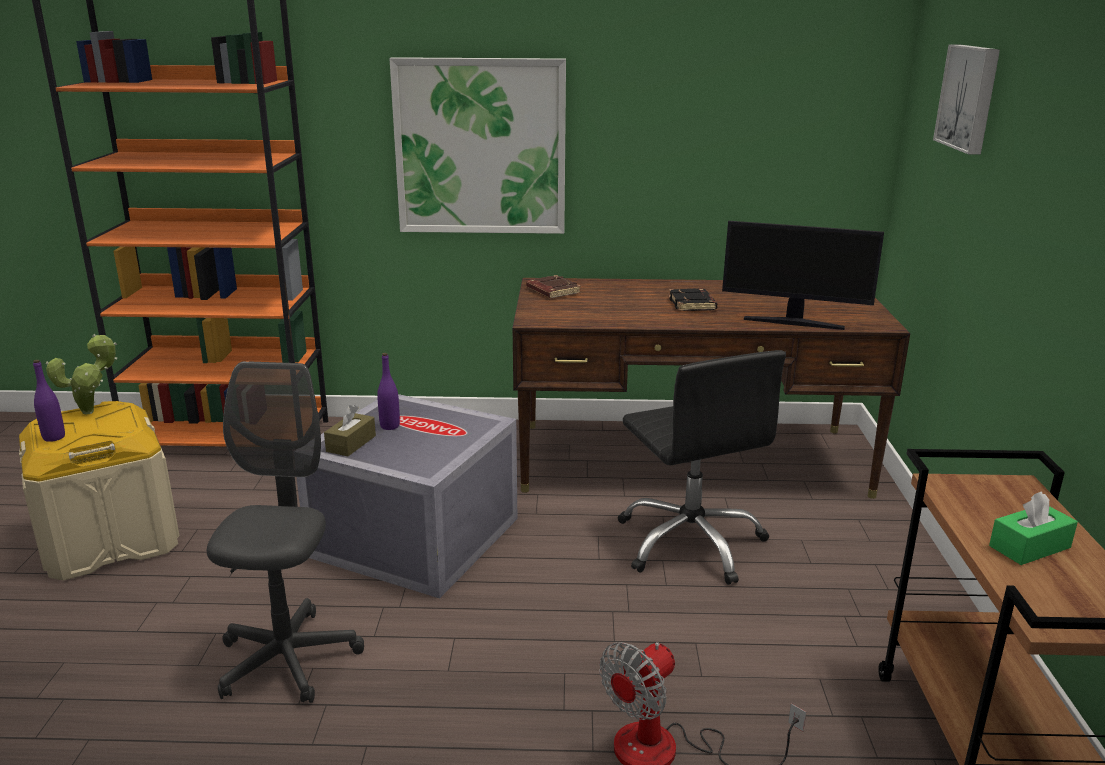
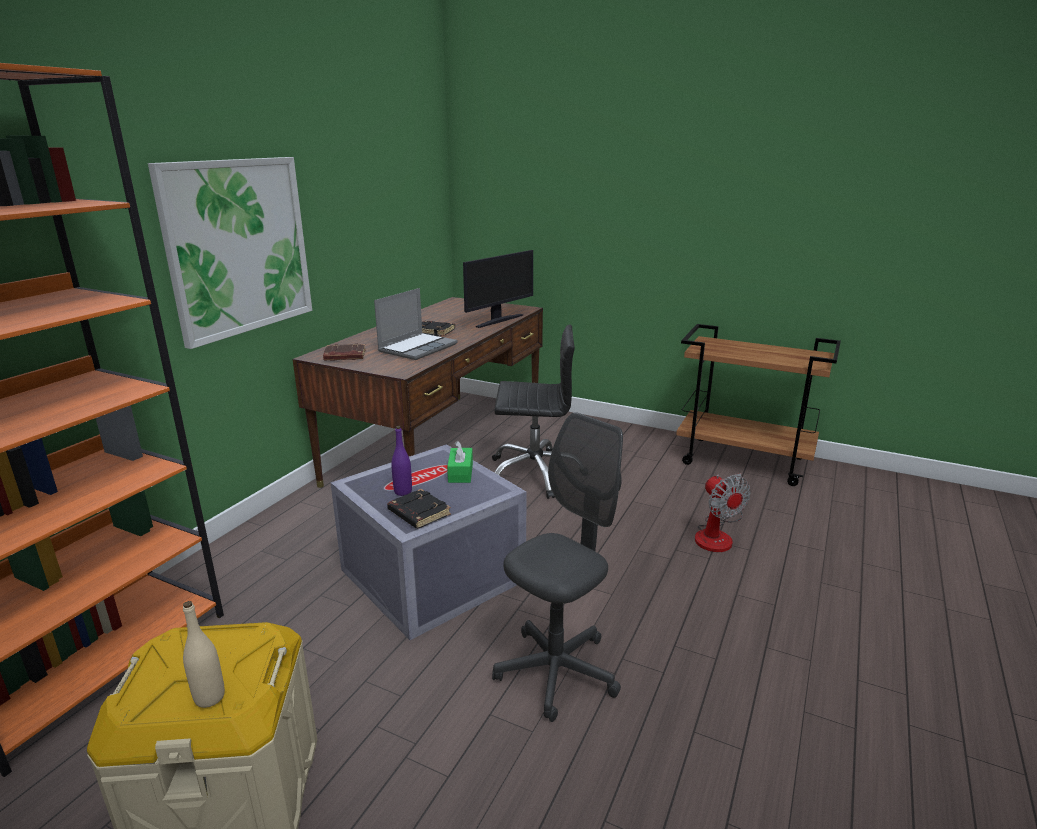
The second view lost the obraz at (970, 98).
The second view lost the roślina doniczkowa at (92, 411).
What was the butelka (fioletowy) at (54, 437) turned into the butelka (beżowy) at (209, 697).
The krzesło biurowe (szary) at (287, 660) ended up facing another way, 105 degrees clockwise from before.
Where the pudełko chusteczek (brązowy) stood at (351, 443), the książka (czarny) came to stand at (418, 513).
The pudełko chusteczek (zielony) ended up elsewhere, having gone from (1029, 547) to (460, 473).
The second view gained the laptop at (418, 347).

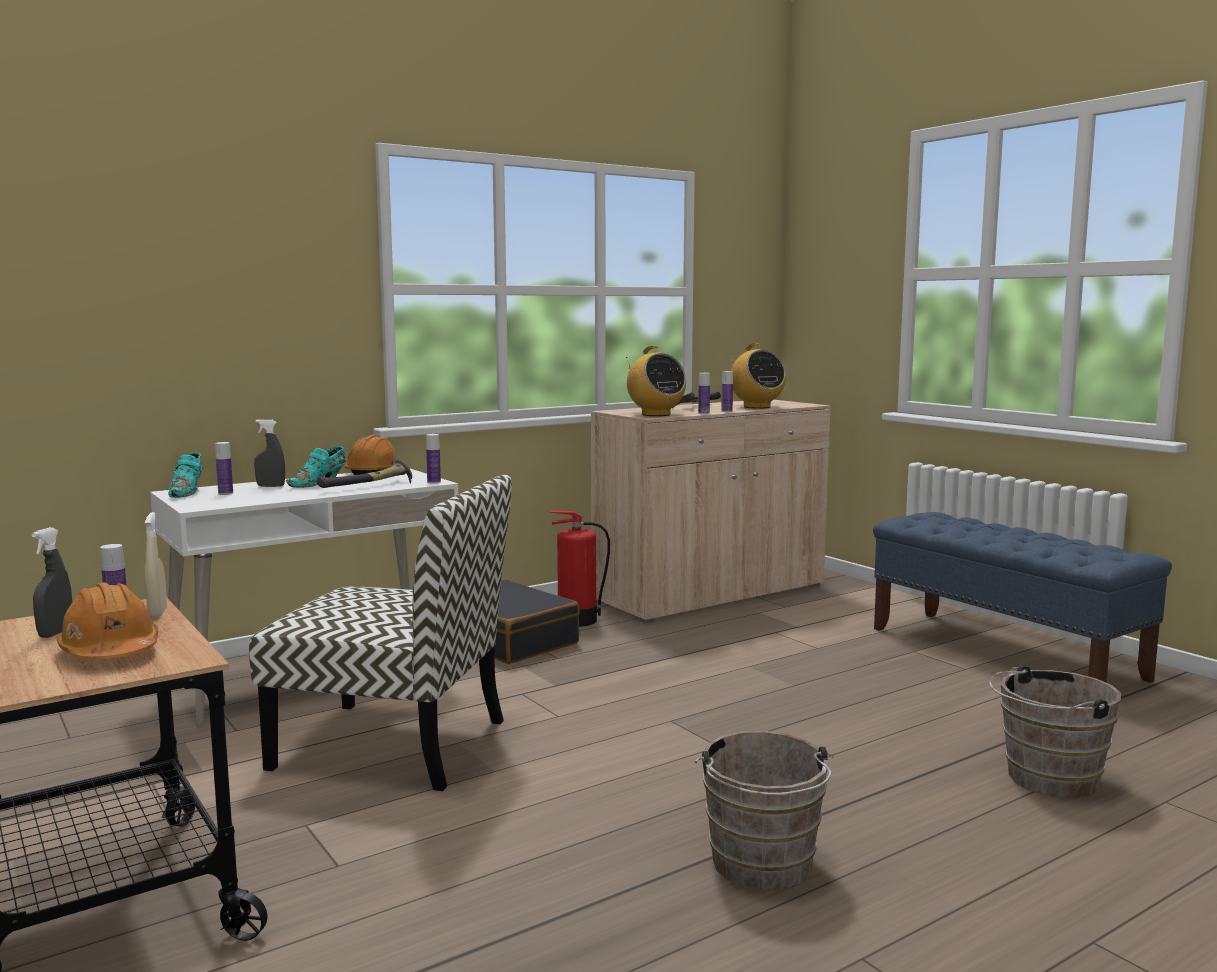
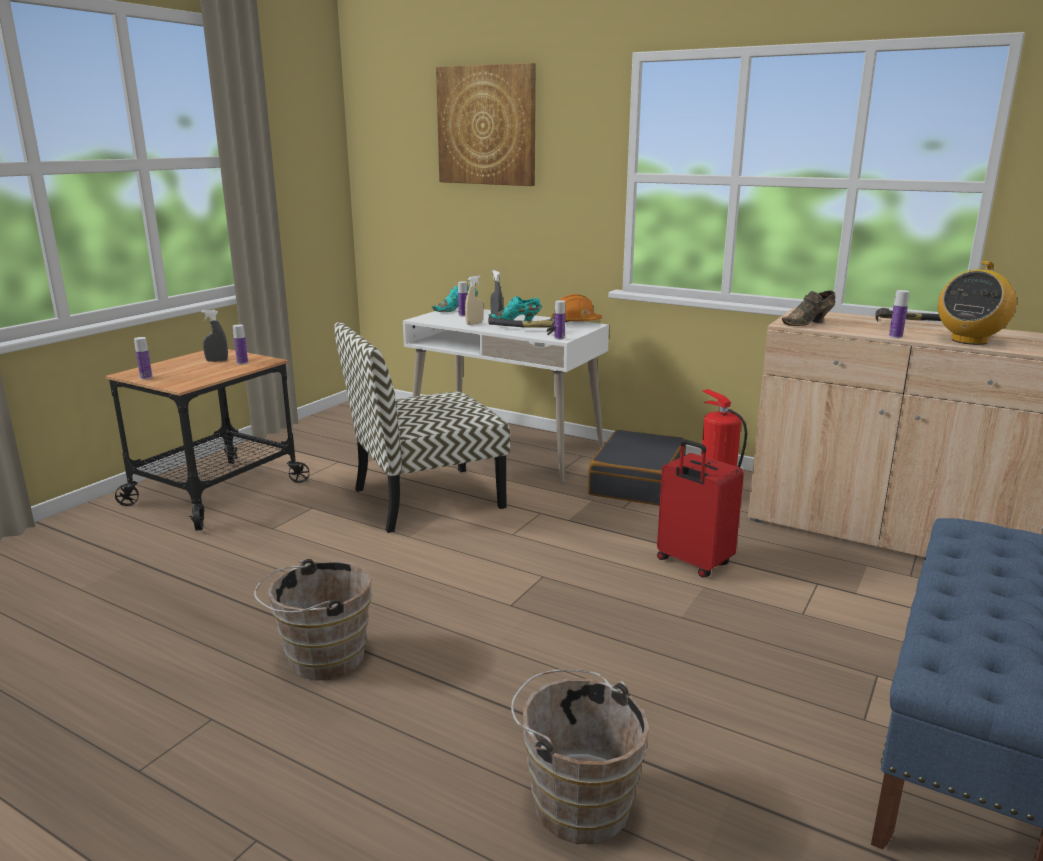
Where the radio stood at (655, 414), the but (brązowy) came to stand at (808, 323).
The butelka ended up elsewhere, having gone from (703, 413) to (146, 378).
The krzesło at (395, 744) ended up facing another way, 75 degrees clockwise from before.
The spryskiwacz (beżowy) ended up elsewhere, having gone from (157, 613) to (474, 323).
The second view lost the kask (pomarańczowy) at (110, 651).
The second view gained the obraz at (487, 125).
The second view gained the walizka (czerwony) at (692, 563).

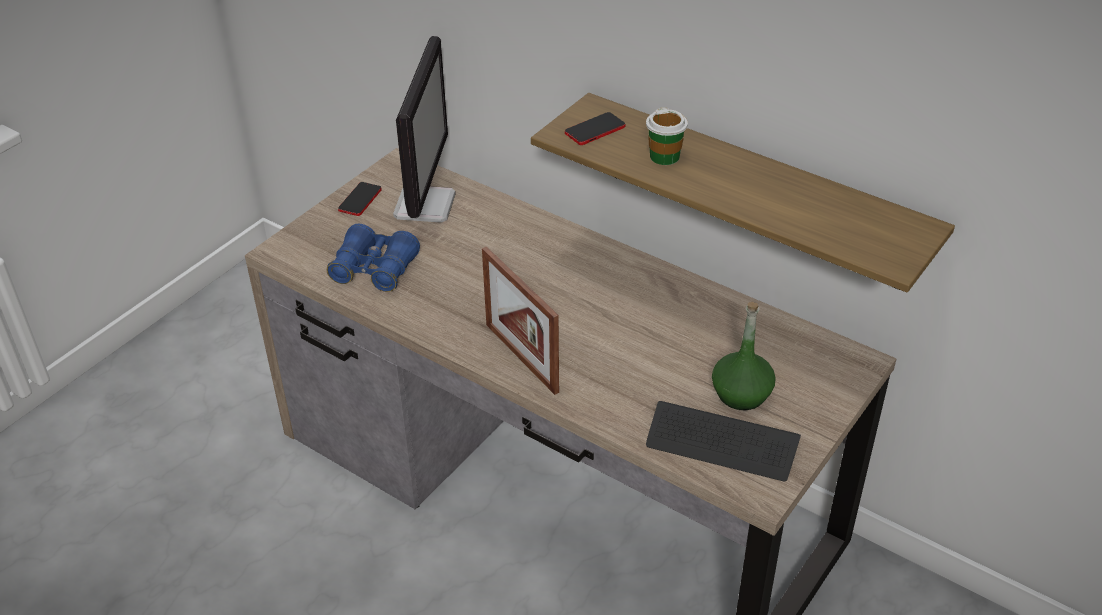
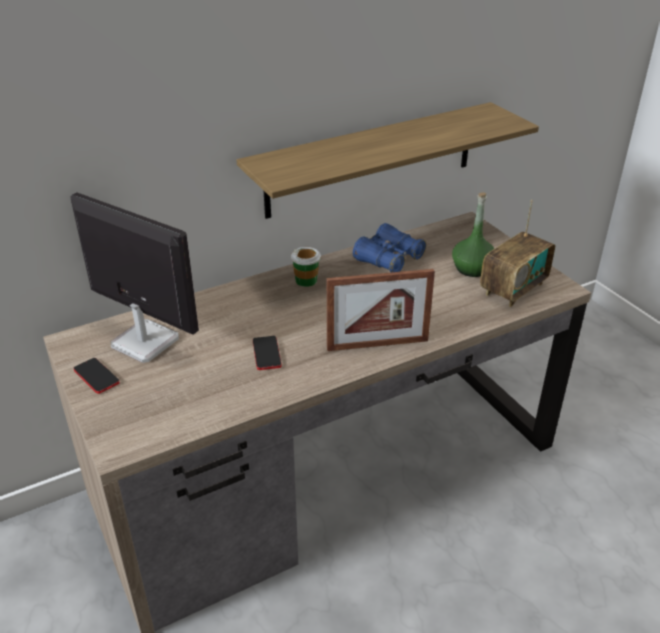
The filiżanka ended up elsewhere, having gone from (664, 156) to (306, 280).
The telefon ended up elsewhere, having gone from (595, 130) to (266, 354).
The lornetka (niebieski) ended up elsewhere, having gone from (374, 269) to (388, 259).
Where the klawiatura stood at (721, 443), the radio came to stand at (513, 289).

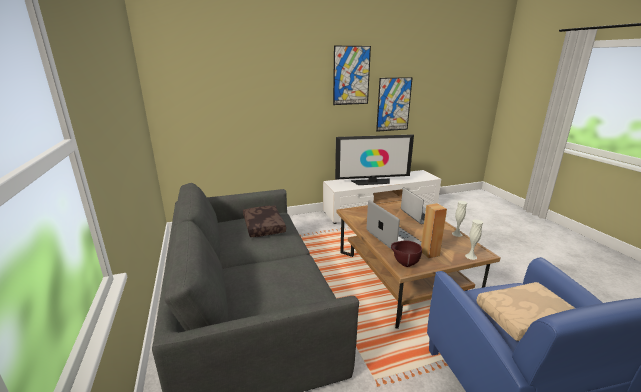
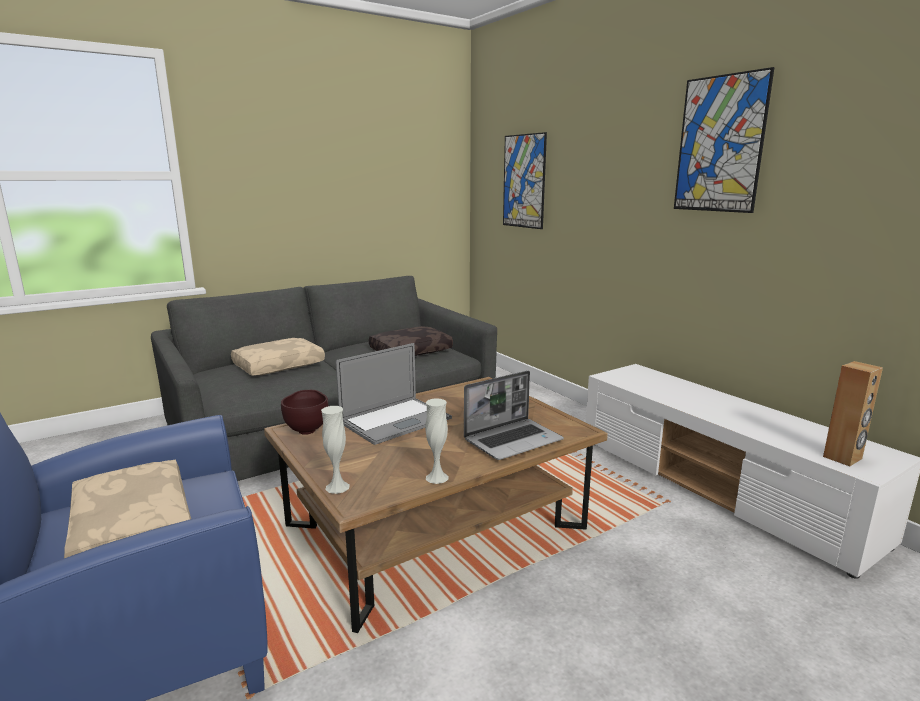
The obraz ended up elsewhere, having gone from (393, 104) to (524, 181).
The second view lost the telewizor at (372, 182).
The głośnik (brązowy) ended up elsewhere, having gone from (430, 253) to (843, 458).
The second view gained the poduszka (beżowy) at (279, 365).

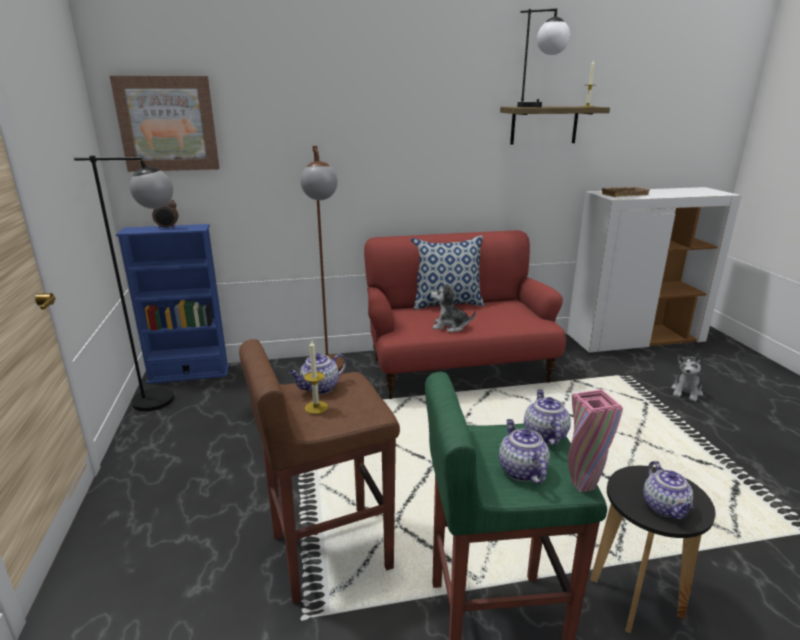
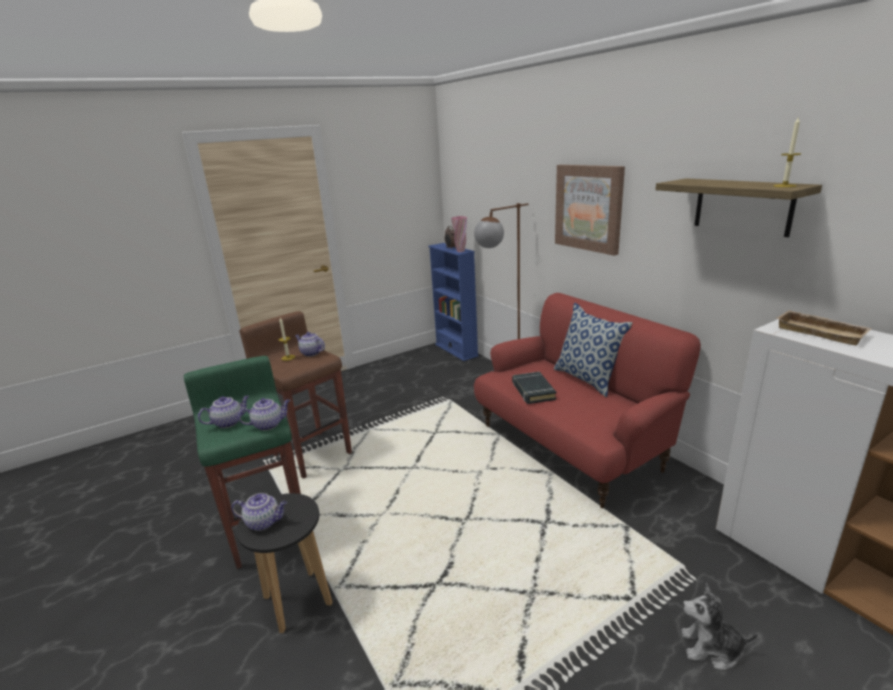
The second view lost the lampa stołowa at (539, 107).
The obraz ended up elsewhere, having gone from (168, 124) to (588, 208).
The second view lost the lampa stojąca (czarny) at (168, 399).
Where the pluszak stood at (450, 326), the książka (czarny) came to stand at (533, 391).
The wazon (różowy) ended up elsewhere, having gone from (583, 485) to (460, 251).
The imbryk at (665, 508) ended up facing another way, 150 degrees counterclockwise from before.

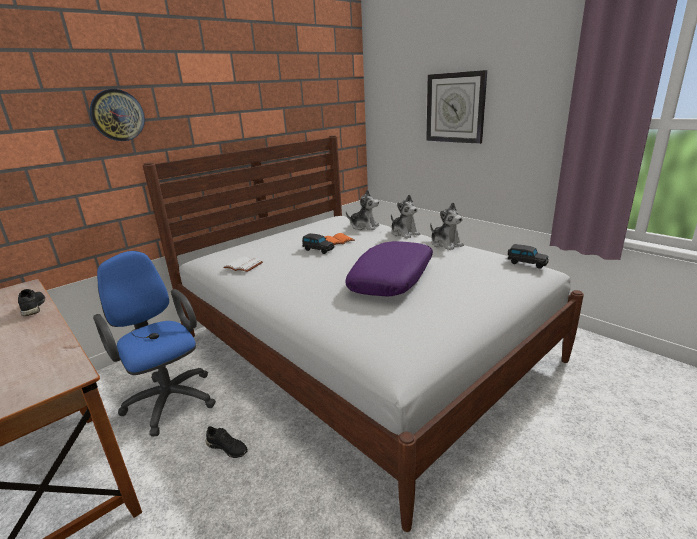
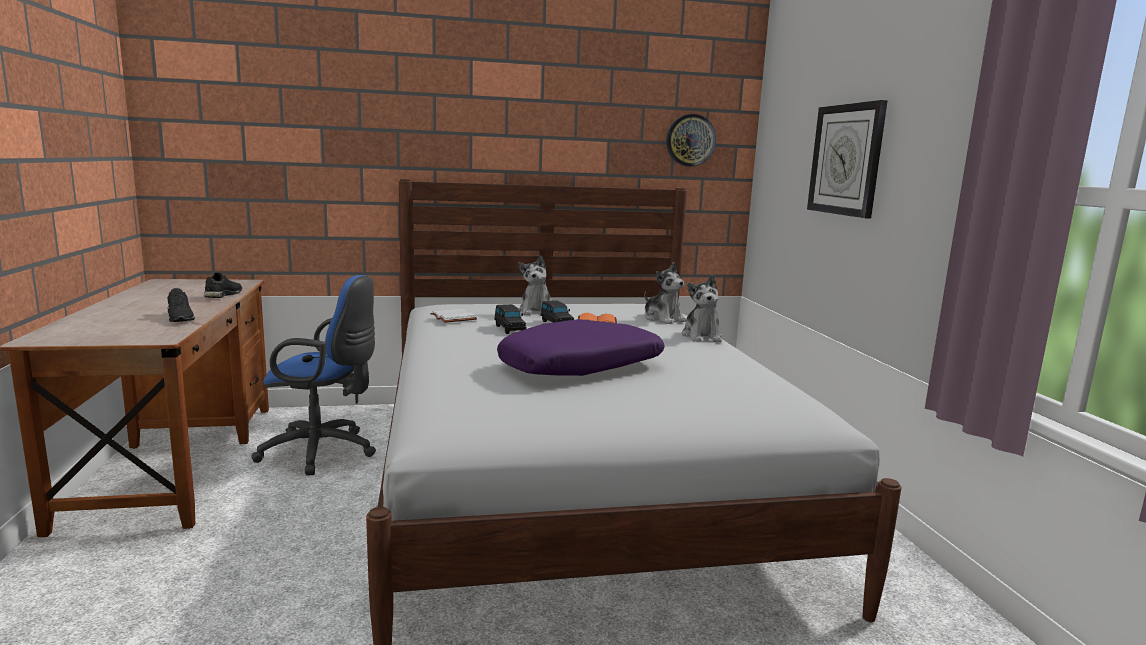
The zegar ścienny ended up elsewhere, having gone from (117, 115) to (690, 140).
The pluszak ended up elsewhere, having gone from (446, 244) to (536, 311).
The samochodzik (czarny) ended up elsewhere, having gone from (526, 263) to (509, 329).
The krzesło biurowe (niebieski) at (169, 398) ended up facing another way, 105 degrees clockwise from before.
The but (czarny) ended up elsewhere, having gone from (228, 447) to (181, 318).

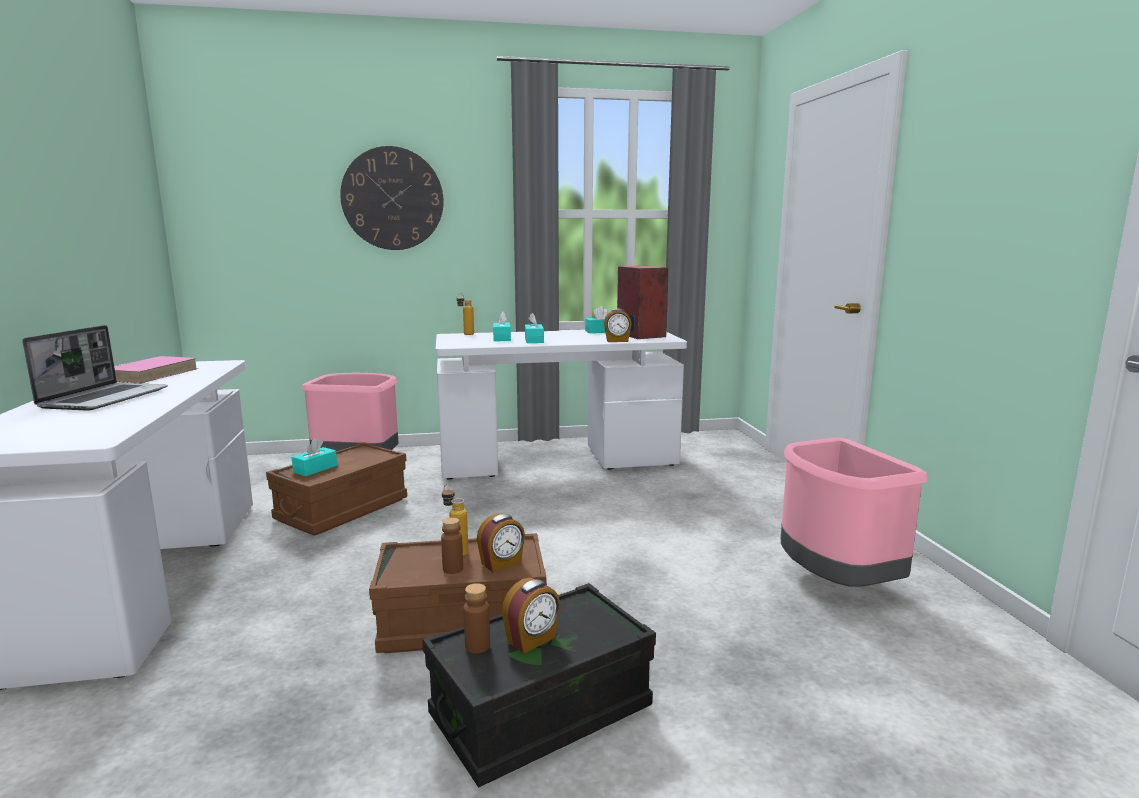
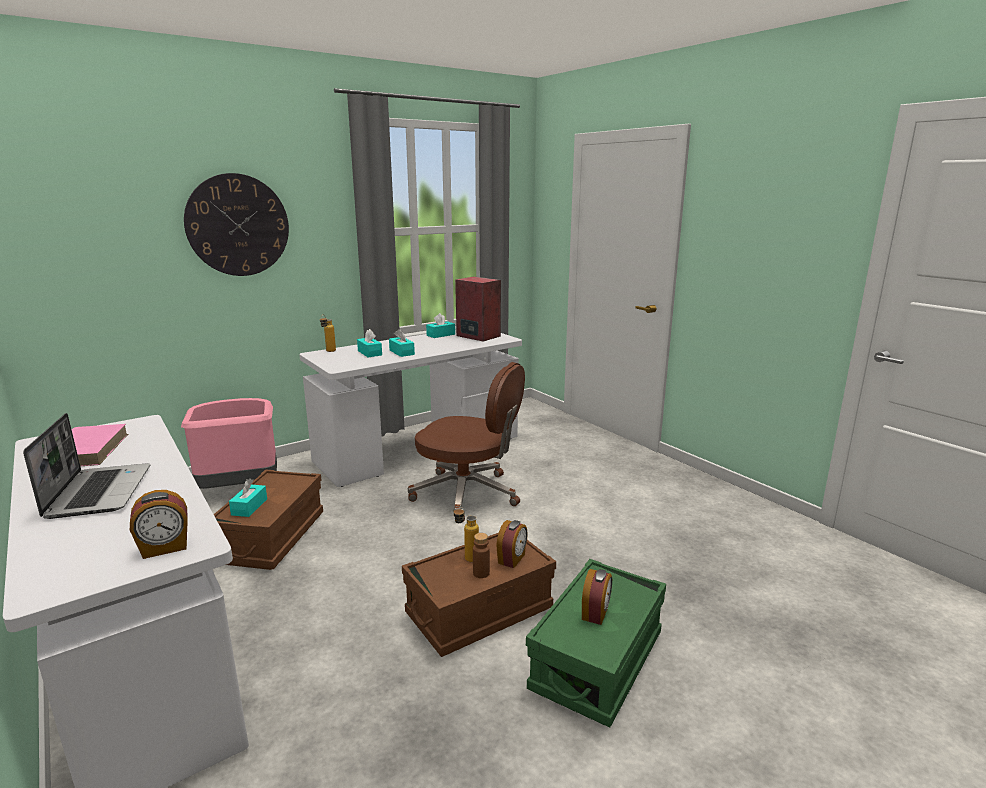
The budzik ended up elsewhere, having gone from (617, 341) to (165, 548).
The second view lost the kosz na śmieci (różowy) at (835, 583).
What was the pojemnik do przechowywania (czarny) at (541, 712) turned into the pojemnik do przechowywania (zielony) at (597, 661).
The second view lost the butelka (brązowy) at (477, 646).
The second view gained the krzesło biurowe (brązowy) at (468, 494).

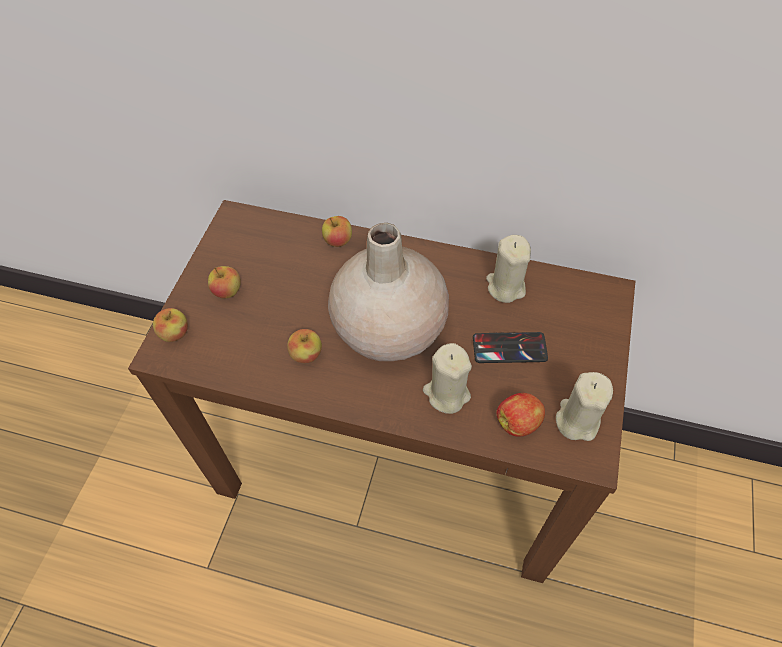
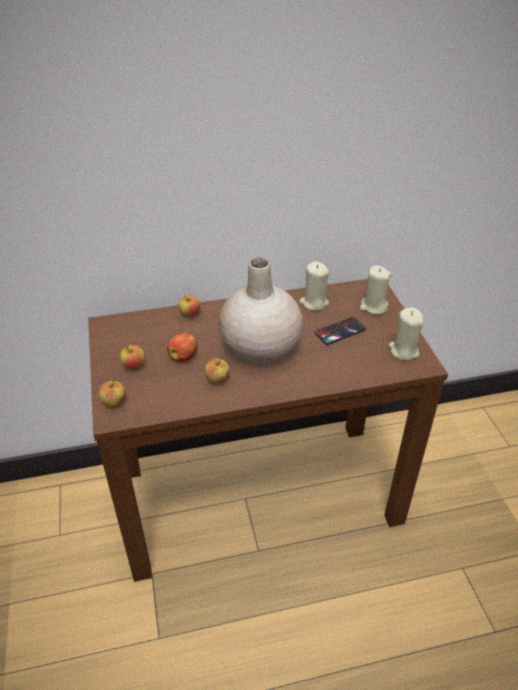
The świeca (beżowy) ended up elsewhere, having gone from (446, 393) to (373, 307).
The jabłko ended up elsewhere, having gone from (518, 423) to (184, 357).

